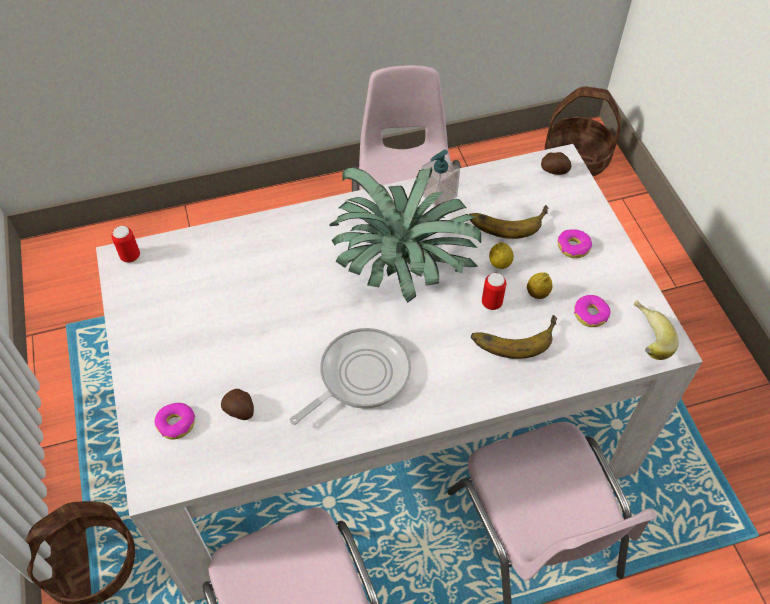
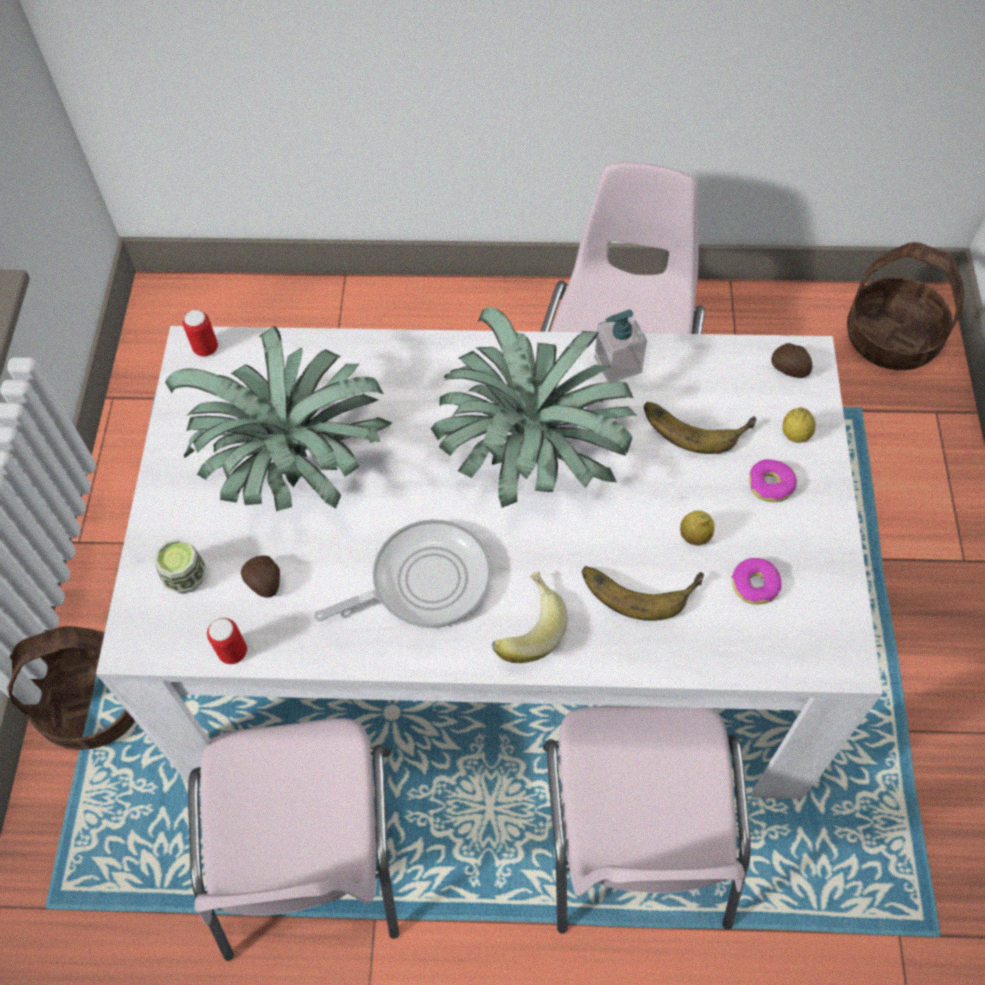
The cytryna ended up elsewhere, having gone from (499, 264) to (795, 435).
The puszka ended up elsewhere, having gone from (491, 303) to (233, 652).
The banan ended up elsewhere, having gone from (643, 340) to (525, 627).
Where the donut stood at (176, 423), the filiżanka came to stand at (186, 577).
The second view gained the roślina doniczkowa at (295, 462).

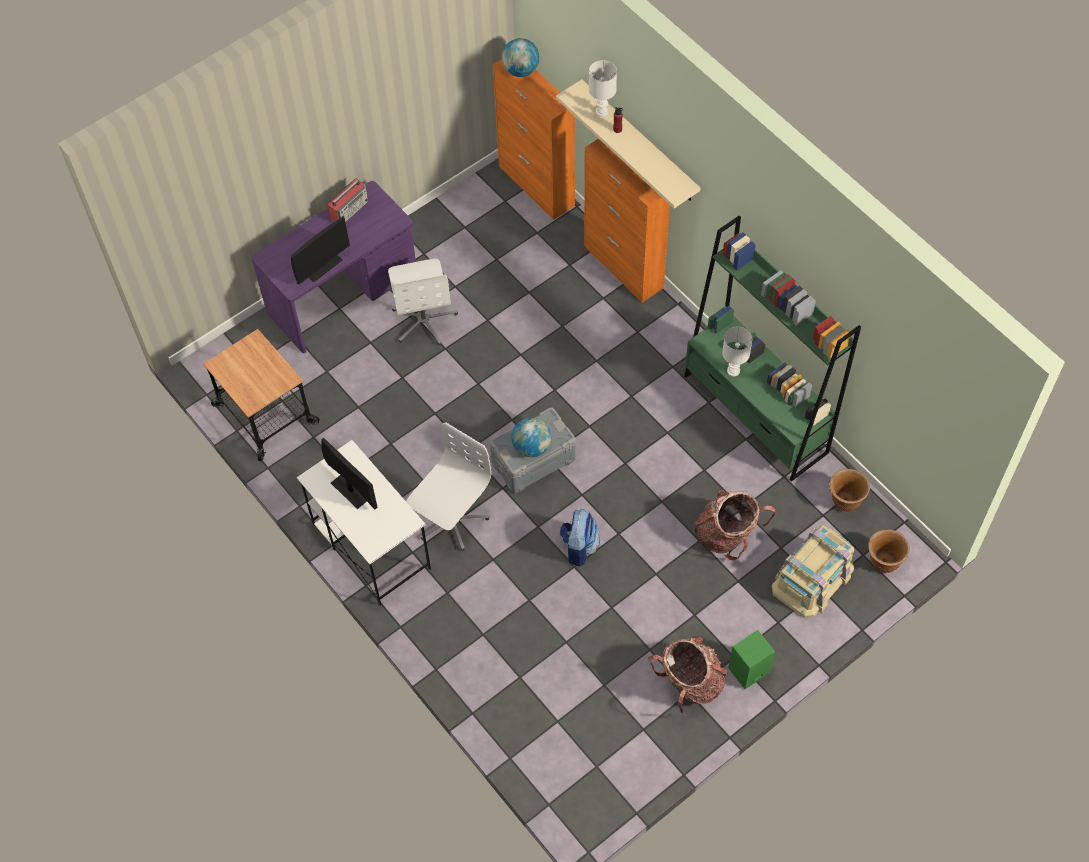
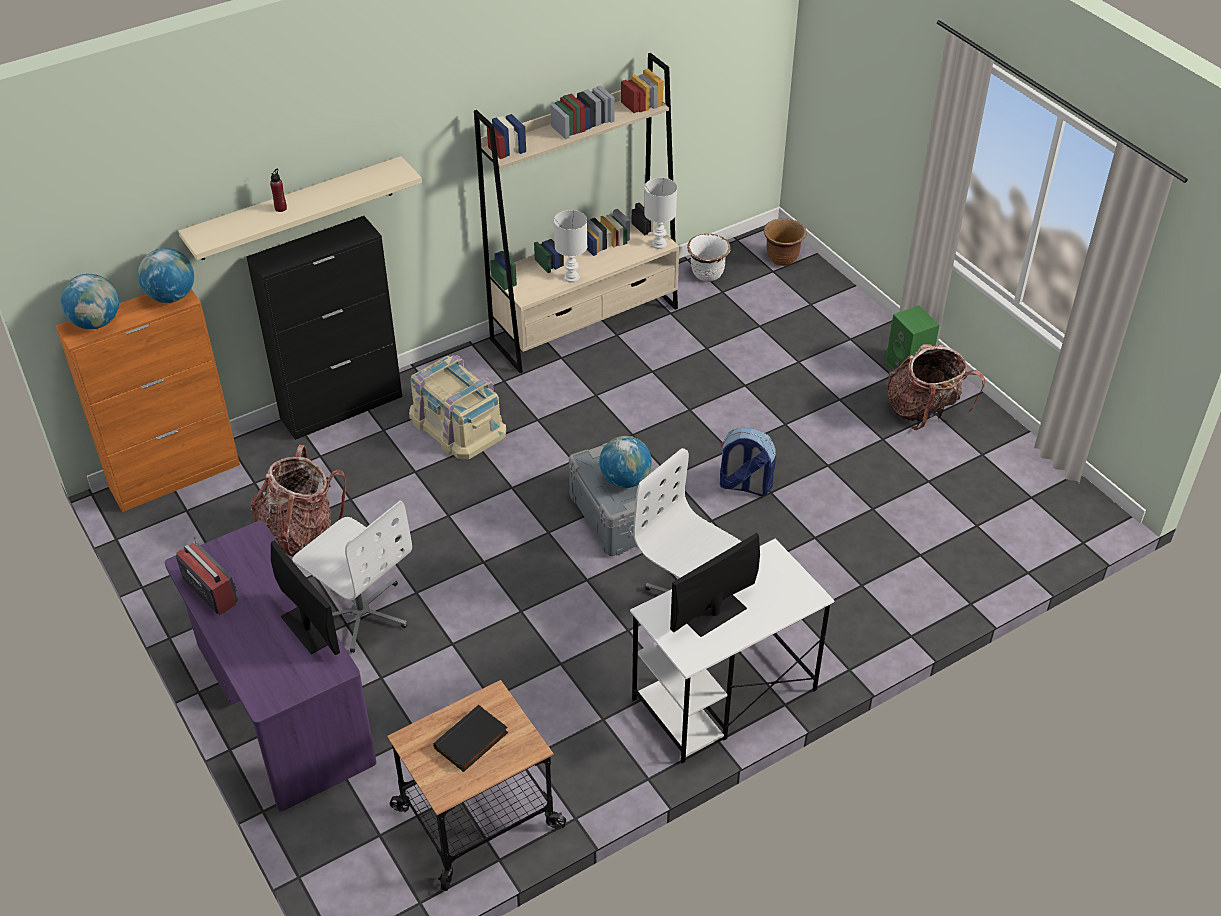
The lampa stołowa (biały) ended up elsewhere, having gone from (601, 111) to (658, 244).
What was the szafka (pomarańczowy) at (623, 267) turned into the szafka (czarny) at (342, 407).
What was the regał (zielony) at (755, 414) turned into the regał (beżowy) at (585, 324).
The krzesło biurowe (biały) at (424, 320) ended up facing another way, 45 degrees clockwise from before.
What was the donica (brązowy) at (845, 501) turned into the donica (biały) at (707, 274).
The plecak ended up elsewhere, having gone from (727, 535) to (300, 532).
The pojemnik do przechowywania (beżowy) ended up elsewhere, having gone from (812, 579) to (458, 423).
The second view gained the globus at (171, 296).
The second view gained the książka (czarny) at (472, 742).

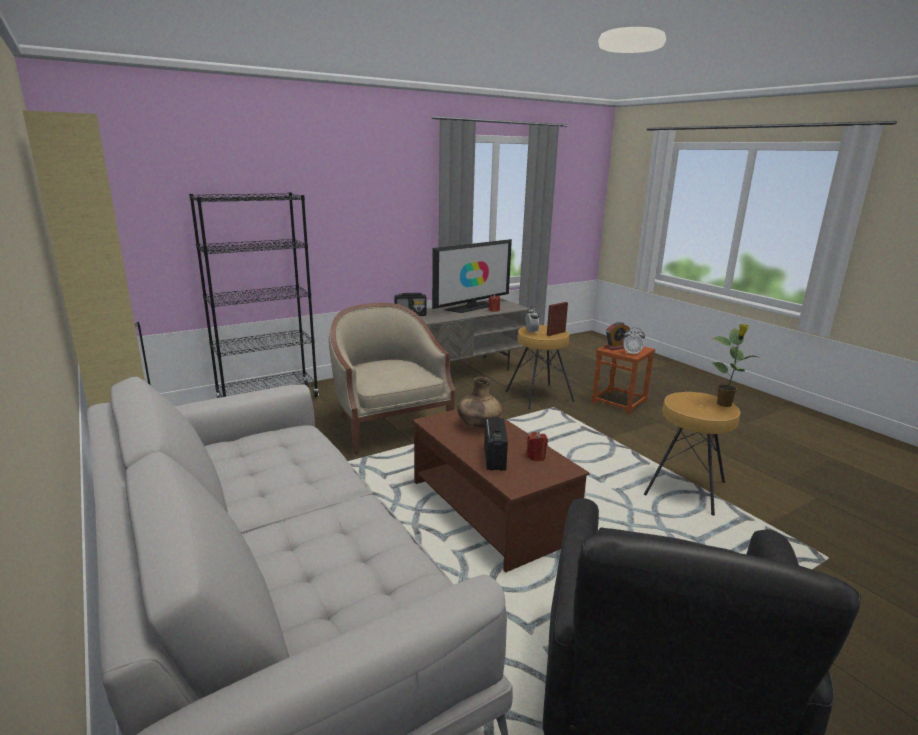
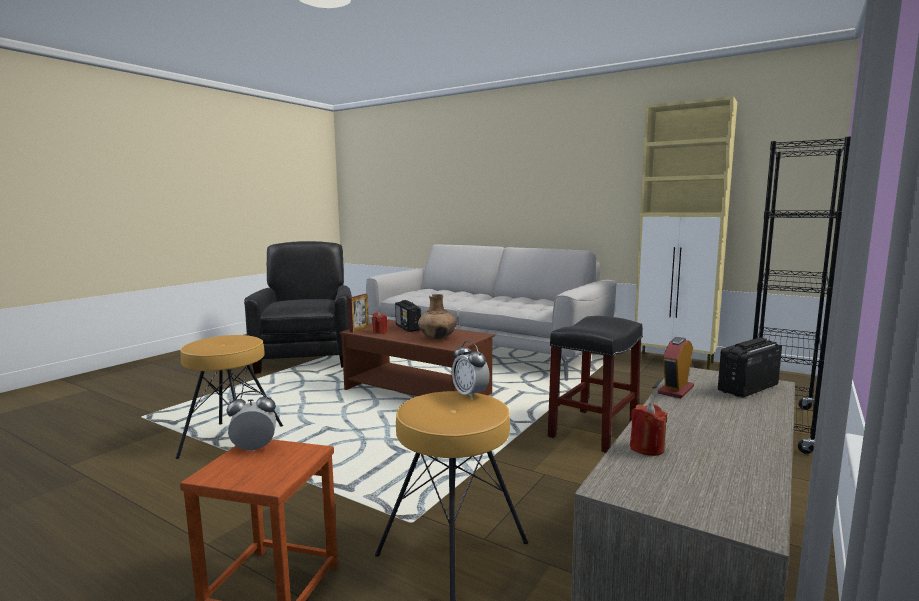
The second view lost the telewizor at (471, 307).
The ramka na zdjęcie ended up elsewhere, having gone from (556, 333) to (359, 329).
Where the fotel (beżowy) stood at (390, 425), the stołek (czarny) came to stand at (594, 430).
The budzik ended up elsewhere, having gone from (615, 347) to (675, 390).
The second view lost the roślina doniczkowa at (724, 404).

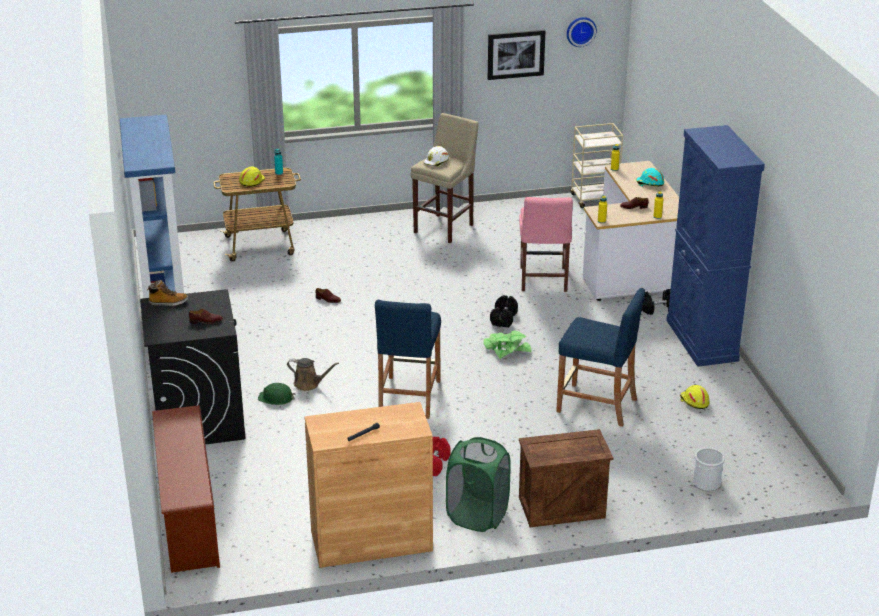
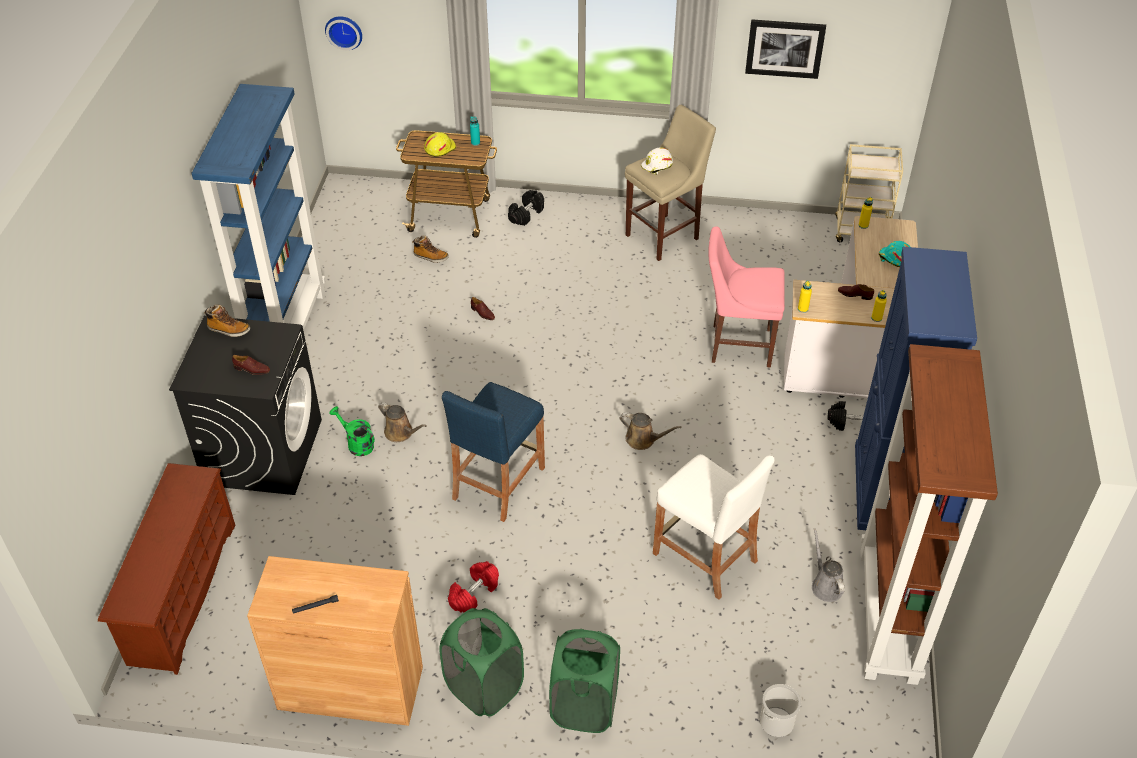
The zegar ścienny ended up elsewhere, having gone from (580, 31) to (344, 31).
The krzesło (różowy) at (543, 281) ended up facing another way, 75 degrees clockwise from before.
What was the stołek (niebieski) at (596, 405) turned into the stołek (biały) at (705, 557).
The hantel (czarny) ended up elsewhere, having gone from (503, 319) to (526, 214).
Where the roślina doniczkowa stood at (506, 349), the konewka (brązowy) came to stand at (643, 440).
Where the kask (zielony) stood at (276, 398), the konewka (zielony) came to stand at (357, 444).
Where the kask (żółty) stood at (694, 401), the konewka (szary) came to stand at (825, 585).
Where the skrzynka stood at (561, 508), the kosz na pranie (zielony) came to stand at (584, 707).
The second view gained the but z cholewką at (430, 257).
The second view gained the regał (brązowy) at (889, 616).

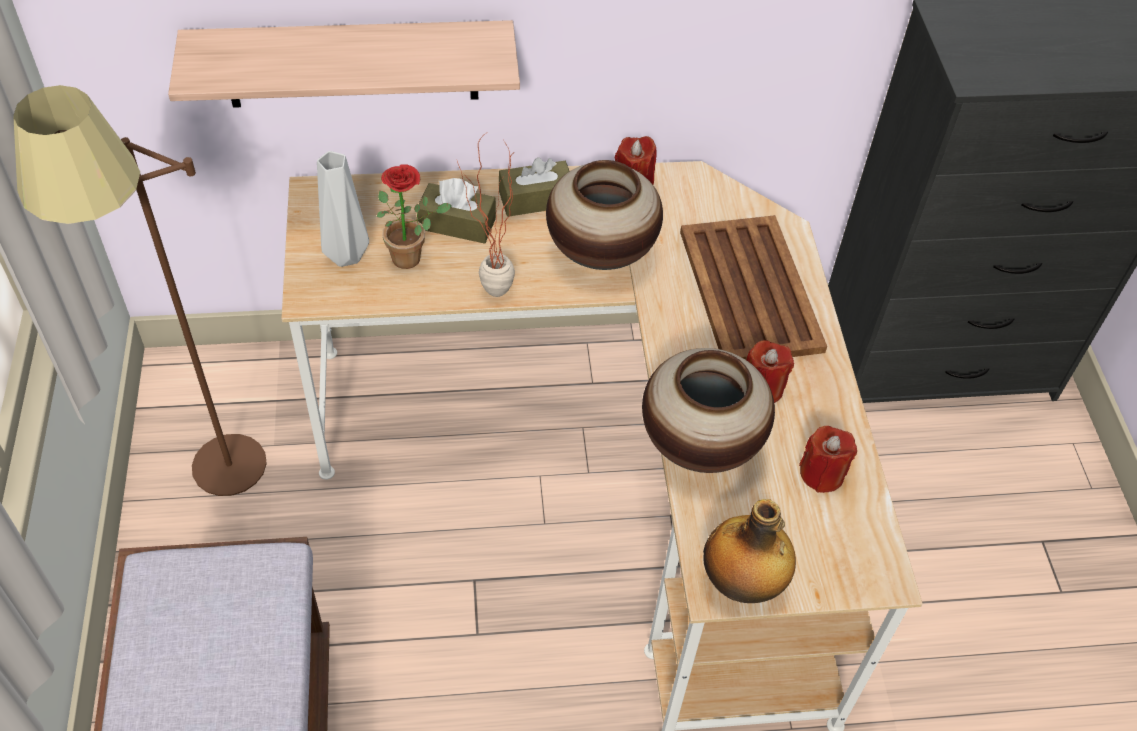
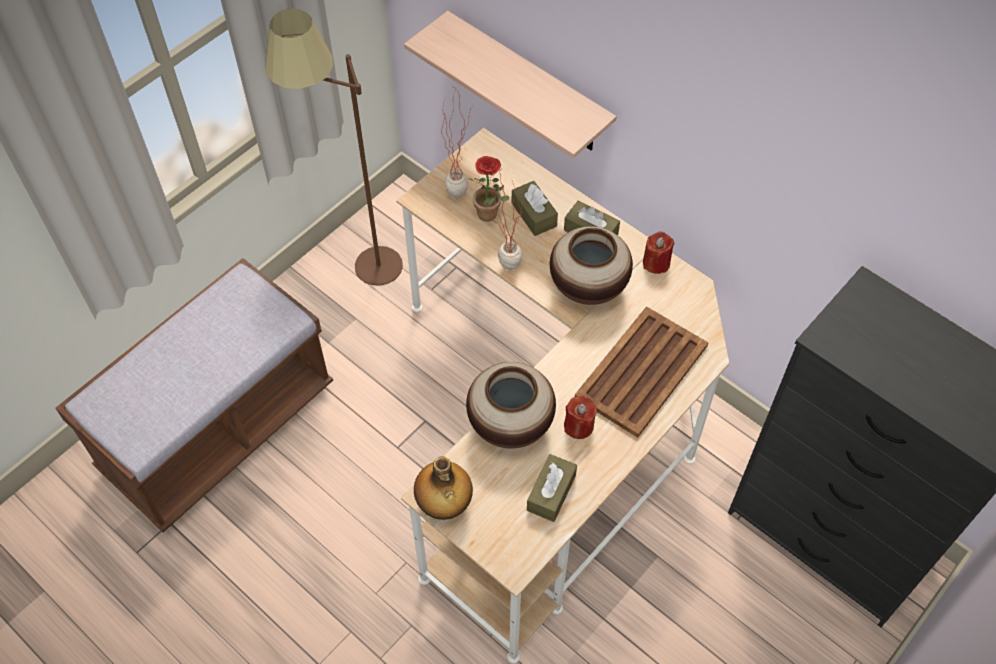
Where the wazon (szary) stood at (344, 255), the roślina doniczkowa came to stand at (460, 189).
Where the świeca (czerwony) stood at (822, 474), the pudełko chusteczek (brązowy) came to stand at (551, 493).

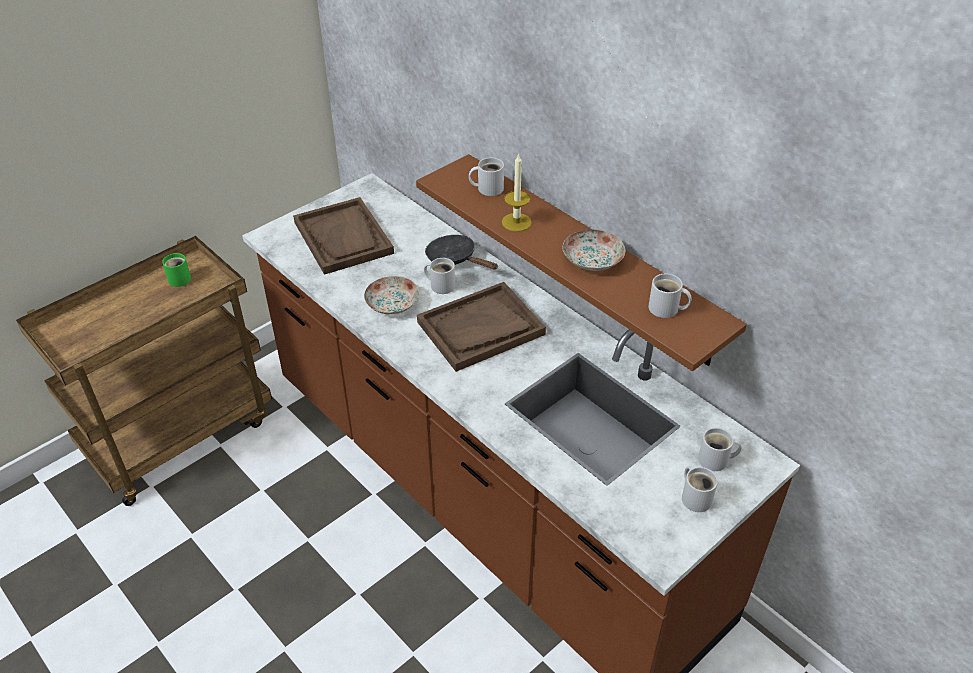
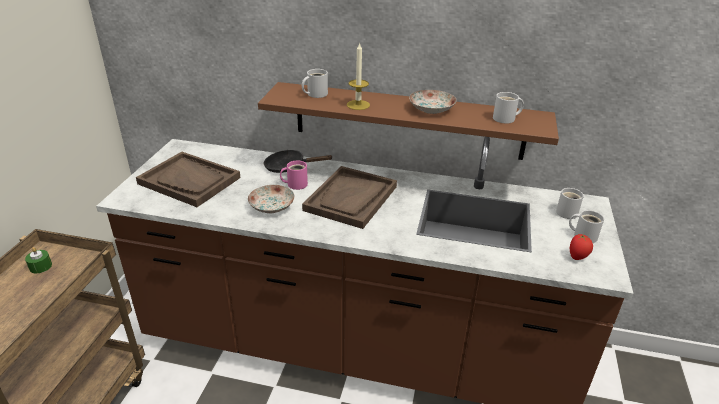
Where the kubek (zielony) stood at (180, 278), the świeca (zielony) came to stand at (40, 266).
What was the kubek (biały) at (441, 285) turned into the kubek (różowy) at (295, 184).
The second view gained the pomidor at (577, 257).

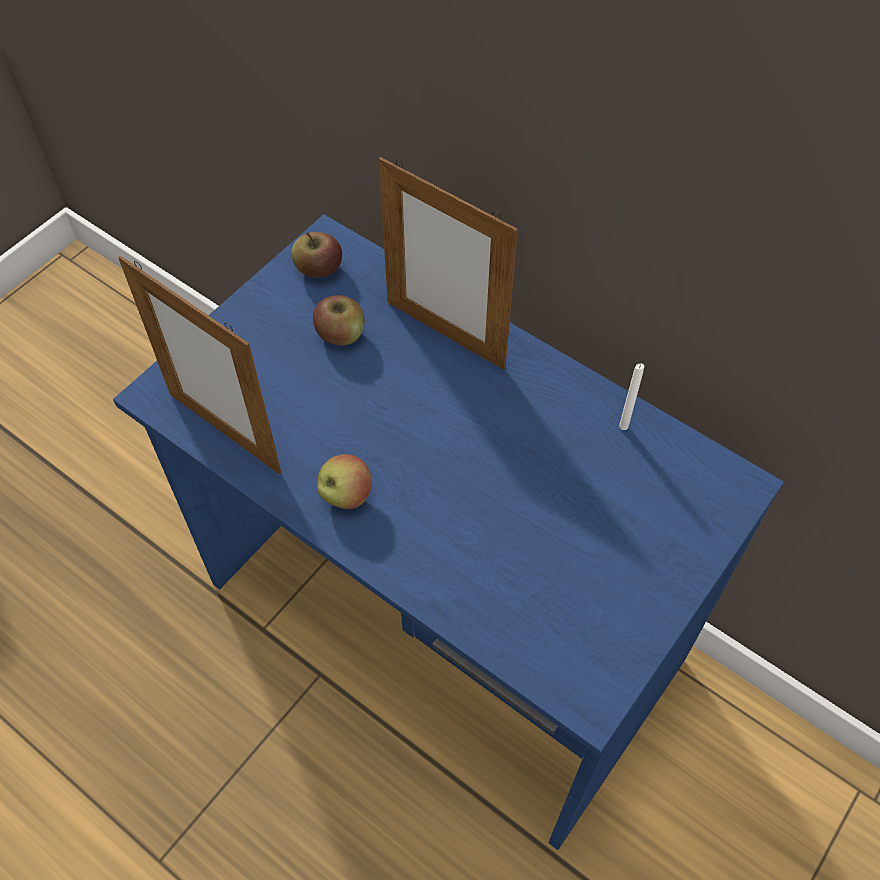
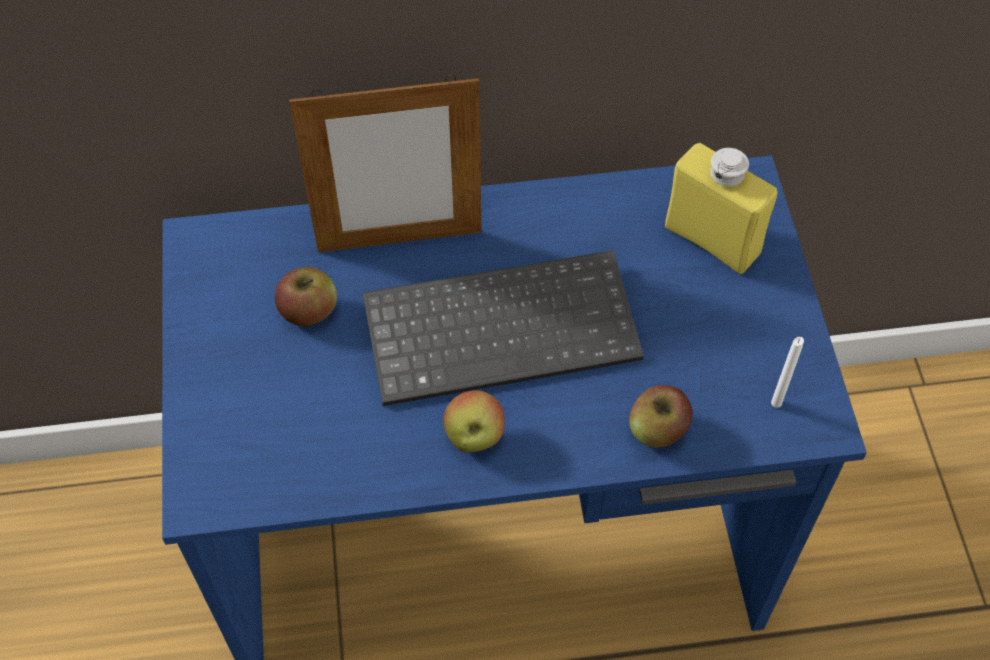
The jabłko ended up elsewhere, having gone from (318, 269) to (657, 430).
The second view lost the ramka na zdjęcie at (224, 432).
The świeca (biały) ended up elsewhere, having gone from (623, 426) to (776, 403).
The second view gained the butelka (żółty) at (712, 240).
The second view gained the klawiatura at (504, 326).

